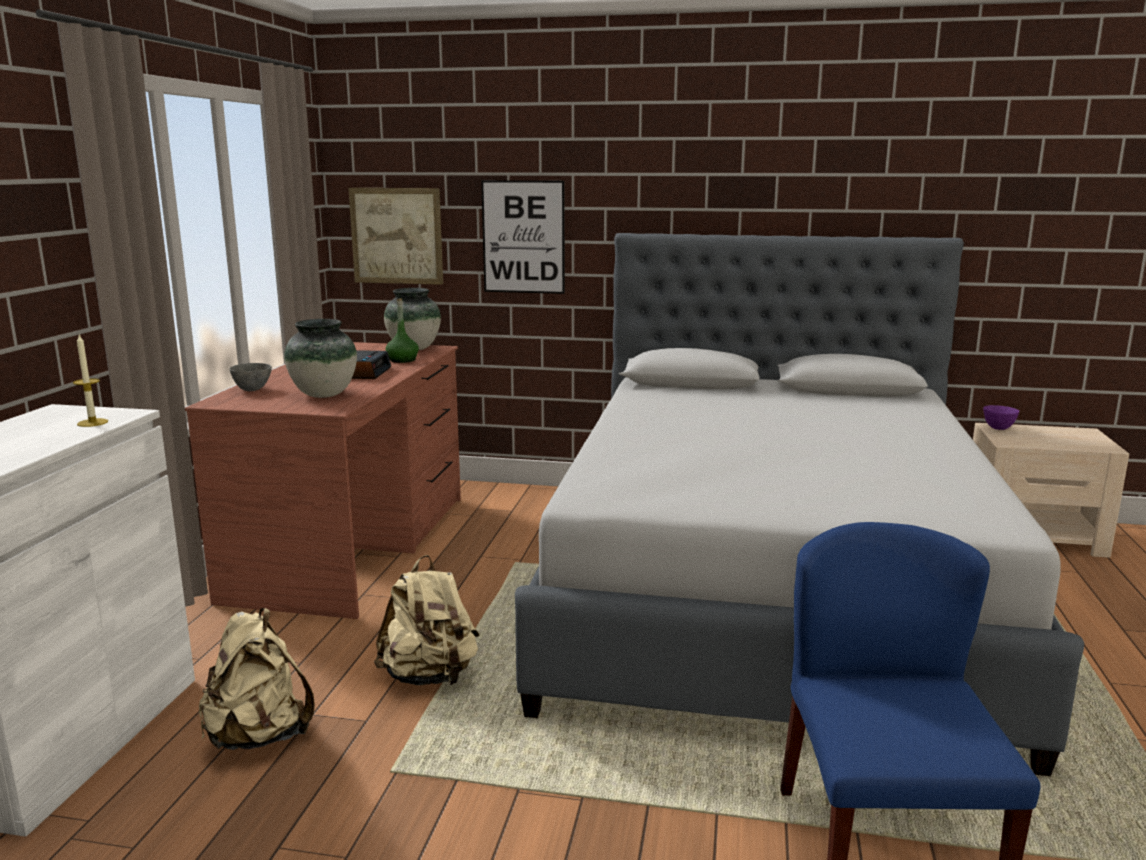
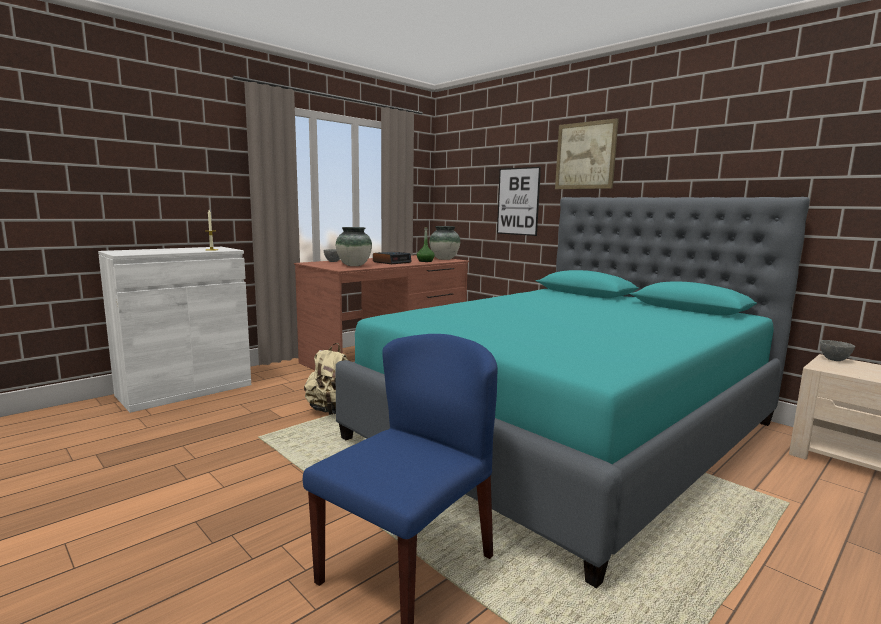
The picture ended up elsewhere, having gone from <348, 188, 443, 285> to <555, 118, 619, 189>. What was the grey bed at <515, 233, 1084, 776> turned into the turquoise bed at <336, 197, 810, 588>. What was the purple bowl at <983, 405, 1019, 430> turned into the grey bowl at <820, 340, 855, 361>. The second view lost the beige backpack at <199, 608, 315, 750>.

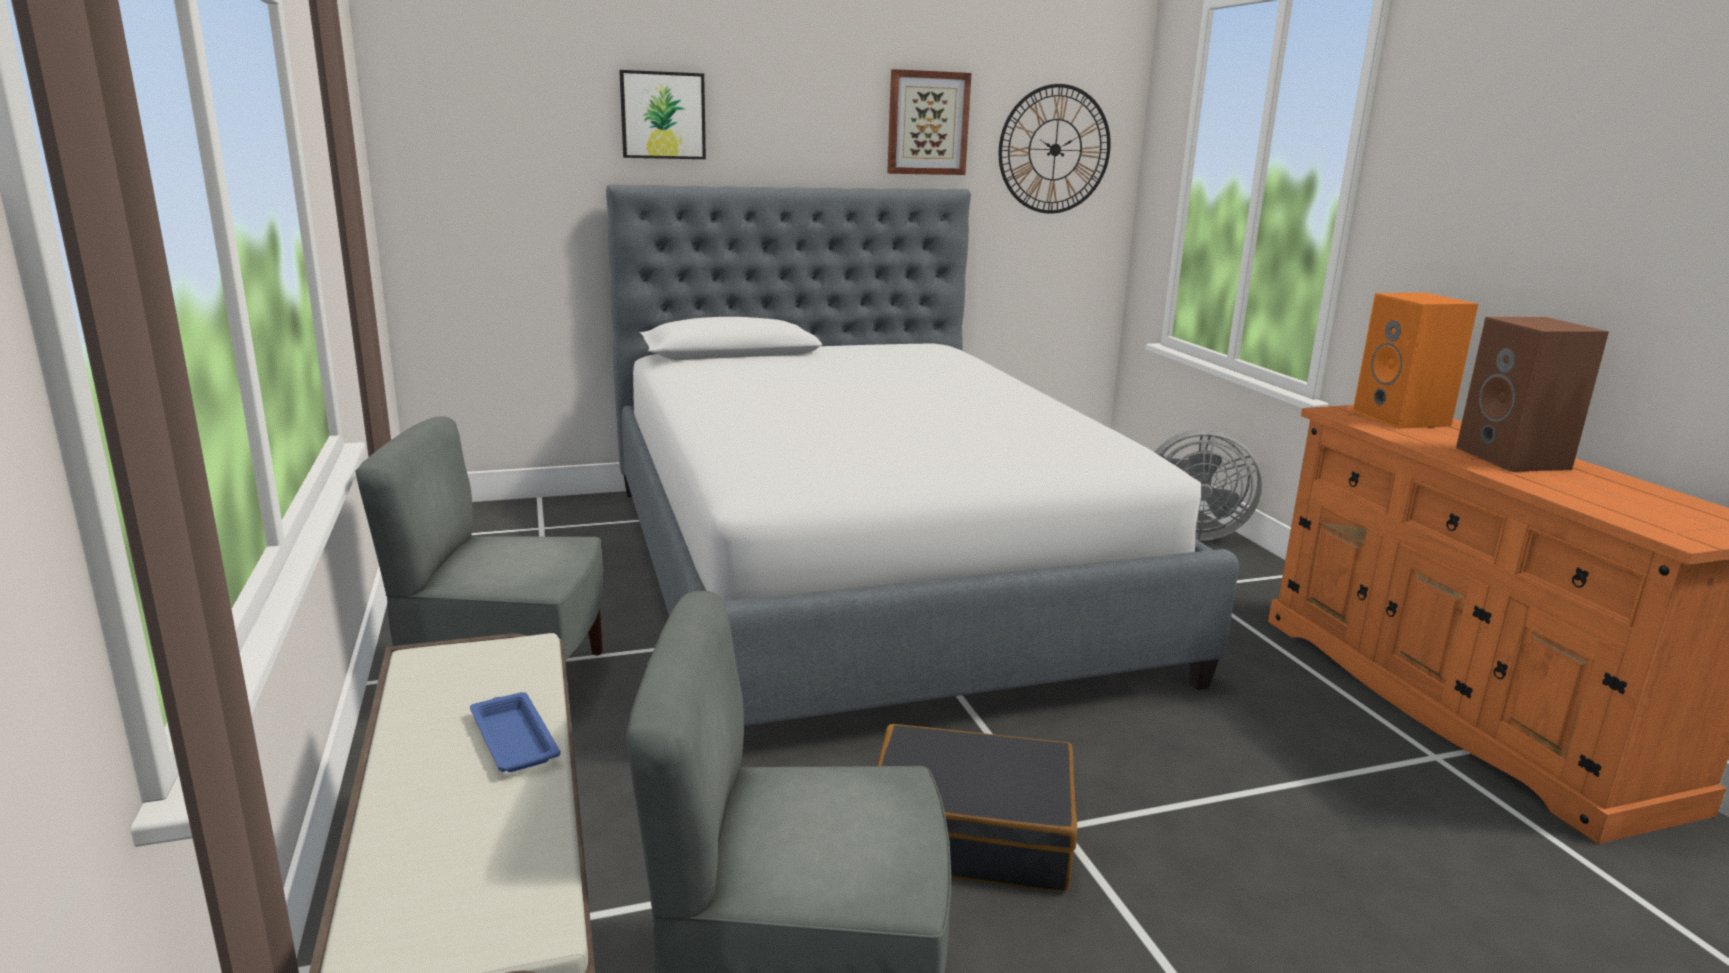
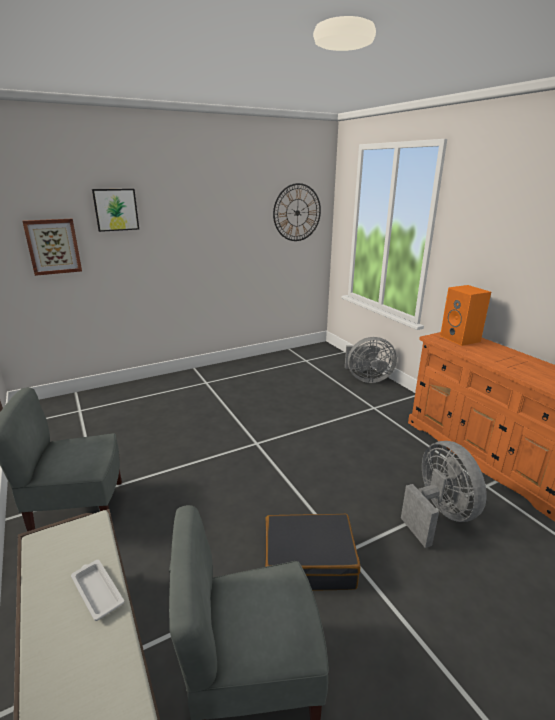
The picture ended up elsewhere, having gone from <887, 69, 972, 175> to <22, 219, 82, 276>. The second view lost the bed at <606, 184, 1239, 726>. The second view lost the brown speaker at <1456, 317, 1609, 471>. What was the blue tray at <470, 692, 561, 772> turned into the white tray at <71, 560, 124, 621>. The second view gained the grey fan at <401, 441, 487, 548>.

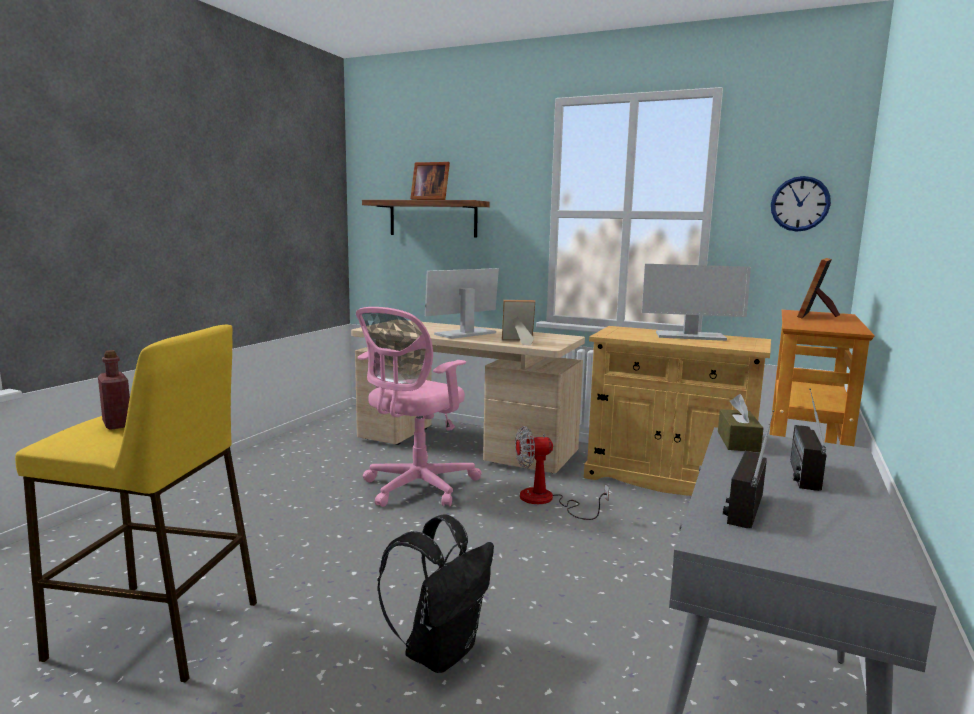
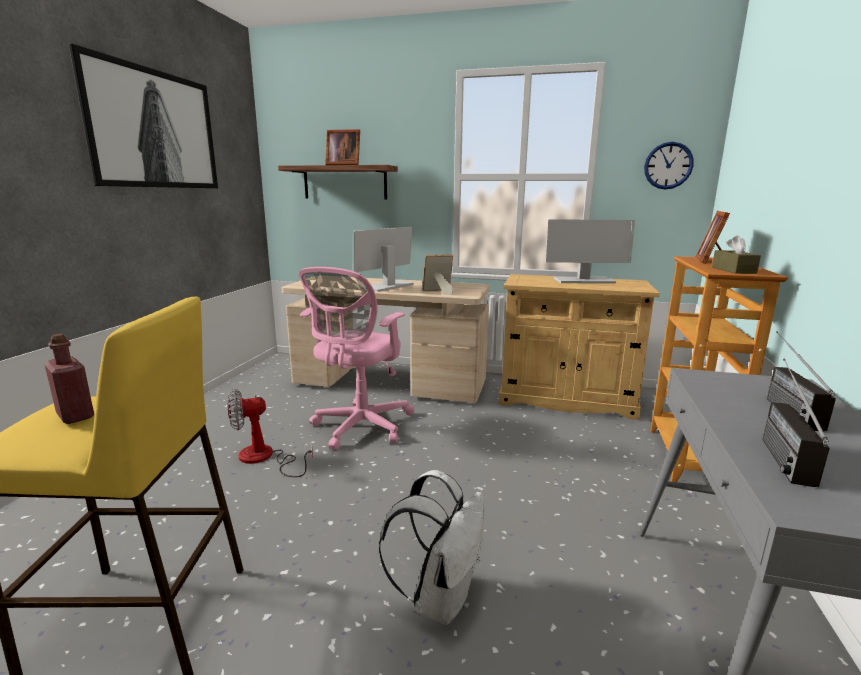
The brown tissue box ended up elsewhere, having gone from <718, 394, 764, 452> to <712, 235, 761, 274>. The fan ended up elsewhere, having gone from <515, 426, 609, 520> to <227, 389, 313, 477>. What was the black backpack at <377, 514, 494, 673> turned into the white backpack at <379, 470, 485, 625>. The second view gained the picture at <68, 43, 218, 188>.

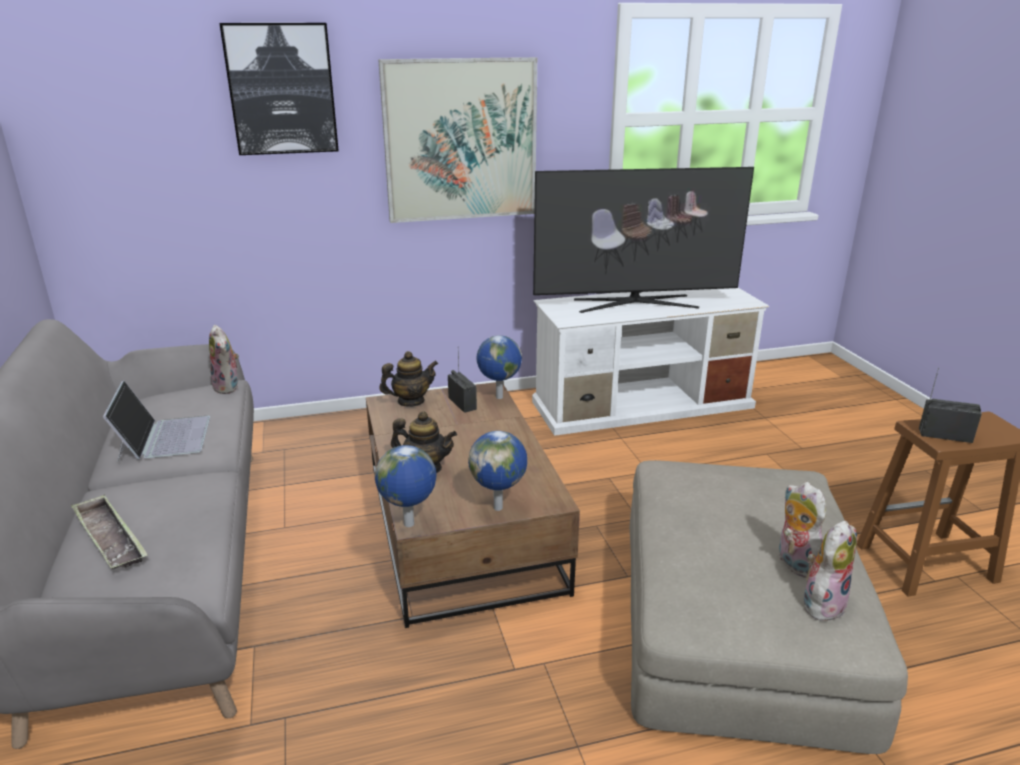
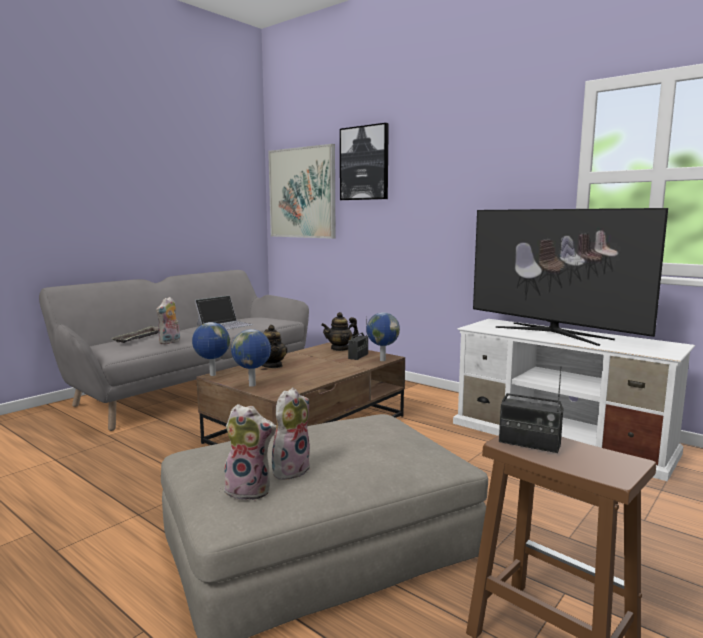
The picture ended up elsewhere, having gone from <378, 57, 537, 223> to <268, 144, 335, 239>. The plush toy ended up elsewhere, having gone from <209, 325, 239, 394> to <156, 297, 180, 345>. The teapot at <379, 351, 438, 407> ended up facing another way, 120 degrees clockwise from before. The radio at <919, 368, 982, 443> ended up facing another way, 135 degrees clockwise from before.

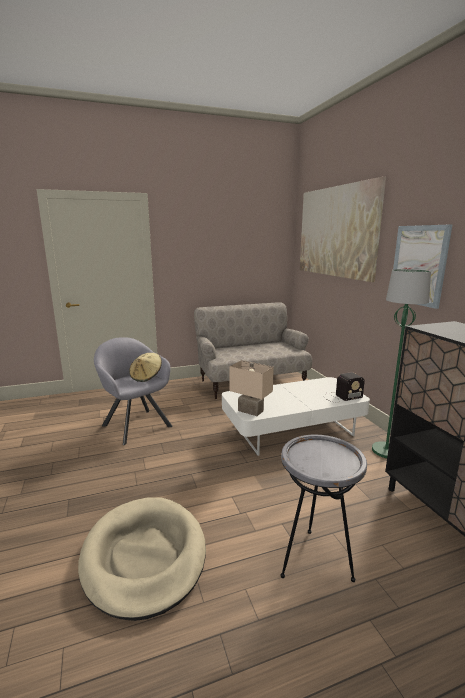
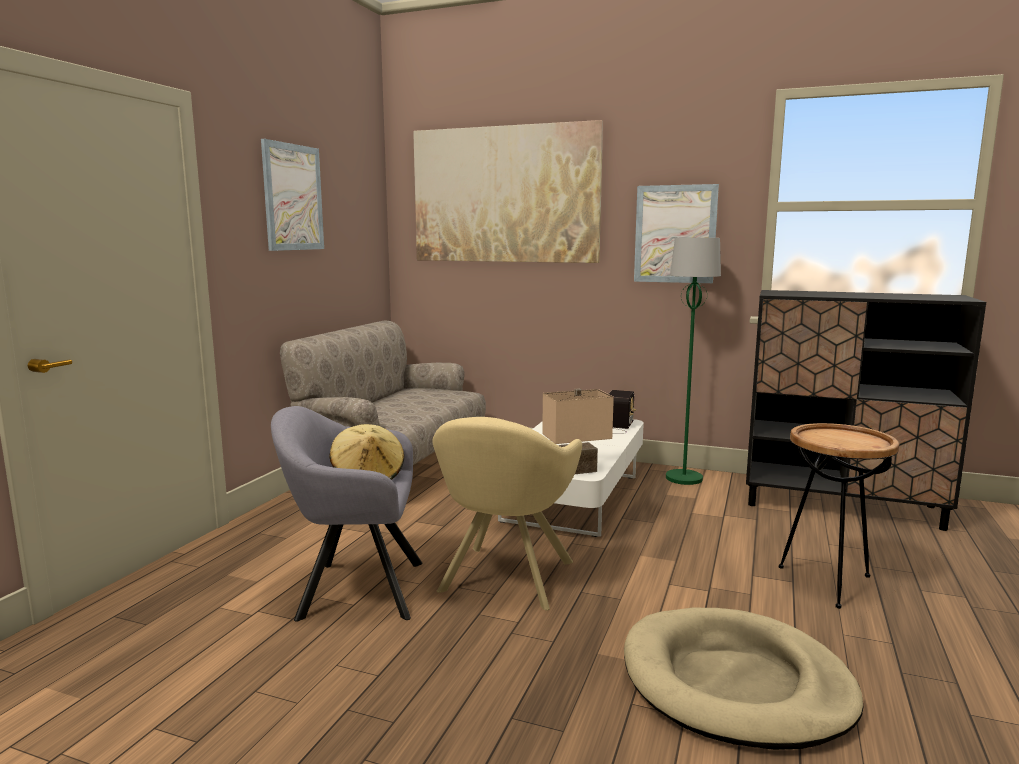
What was the grey side table at <281, 435, 367, 582> turned into the brown side table at <779, 423, 899, 609>. The second view gained the picture at <261, 139, 324, 251>. The second view gained the beige armchair at <432, 417, 582, 611>.

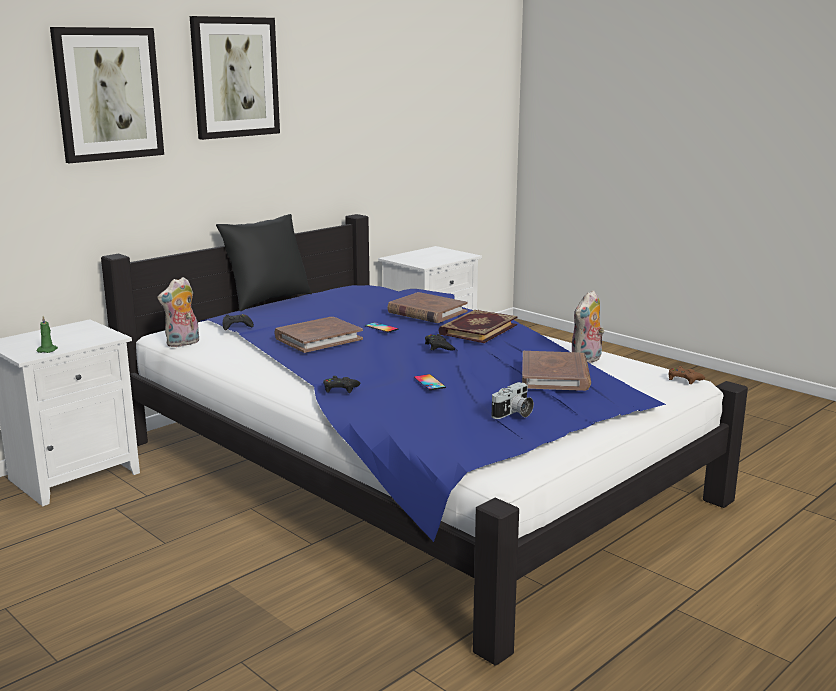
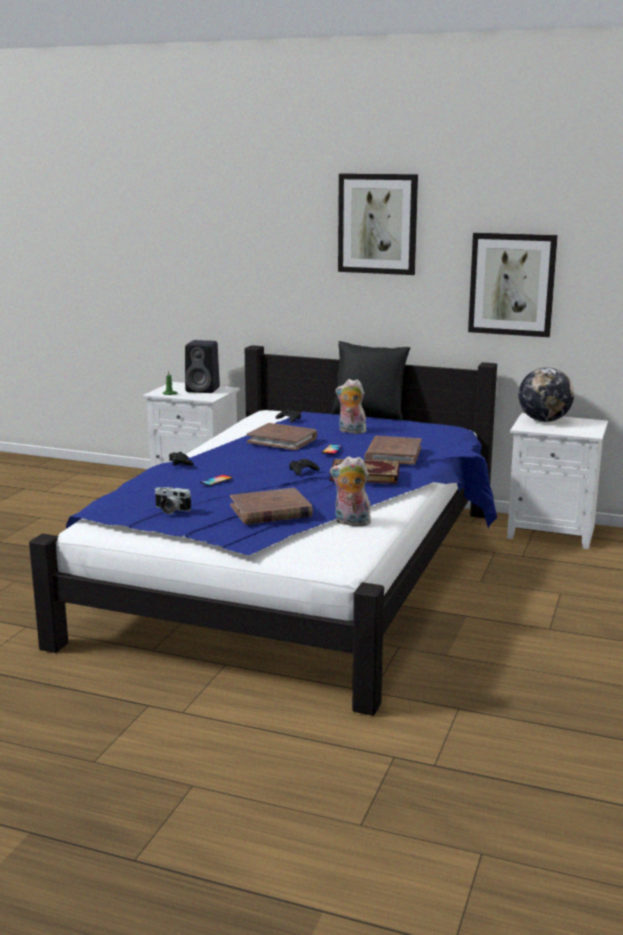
The picture ended up elsewhere, having gone from <50, 27, 164, 163> to <468, 233, 558, 337>. The plush toy ended up elsewhere, having gone from <157, 277, 199, 347> to <336, 379, 366, 434>. The second view lost the brown game controller at <669, 366, 705, 384>. The second view gained the black speaker at <185, 340, 220, 393>. The second view gained the globe at <519, 367, 574, 422>.

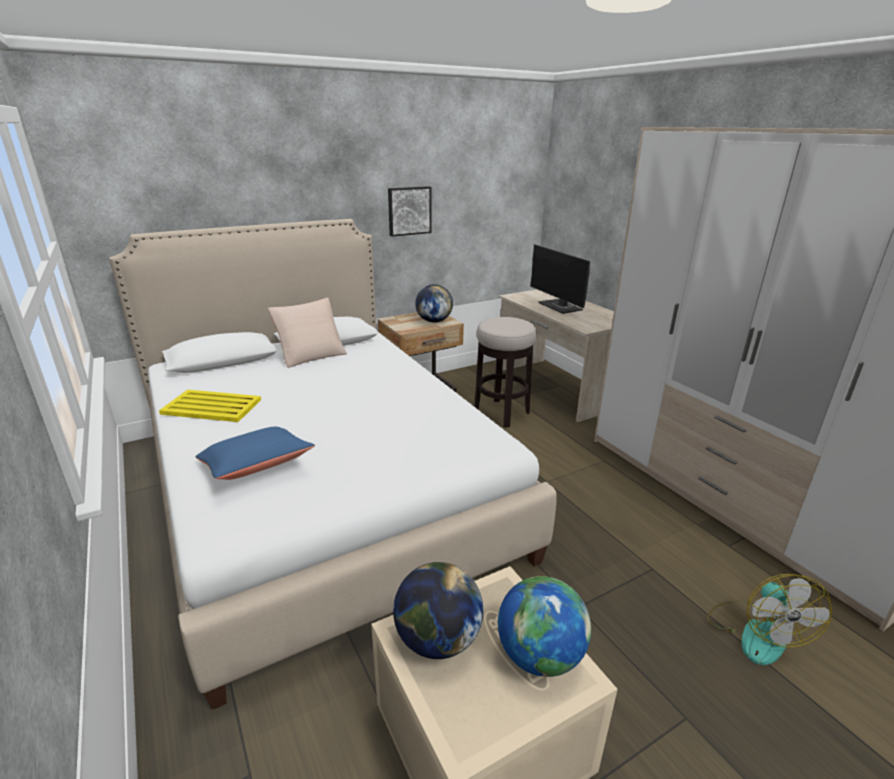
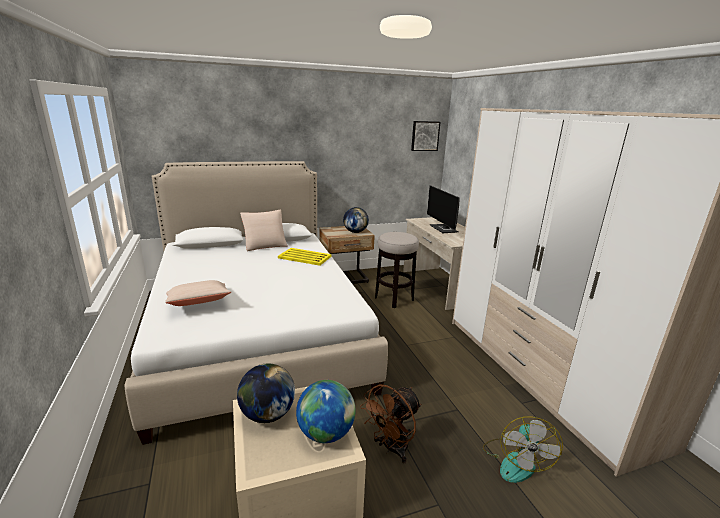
The picture ended up elsewhere, having gone from <388, 186, 432, 237> to <411, 121, 441, 151>. The yellow tray ended up elsewhere, having gone from <159, 390, 261, 422> to <278, 248, 331, 266>. What was the blue pillow at <195, 427, 315, 480> turned into the beige pillow at <165, 280, 231, 306>. The second view gained the brown fan at <360, 384, 421, 463>.

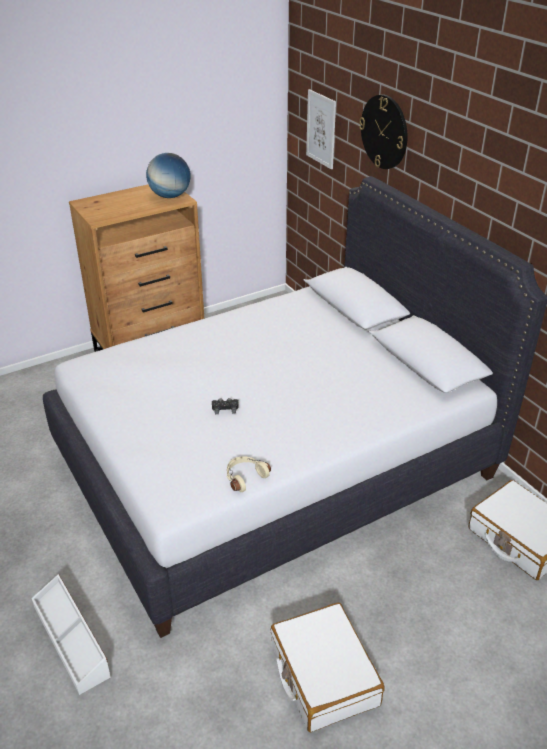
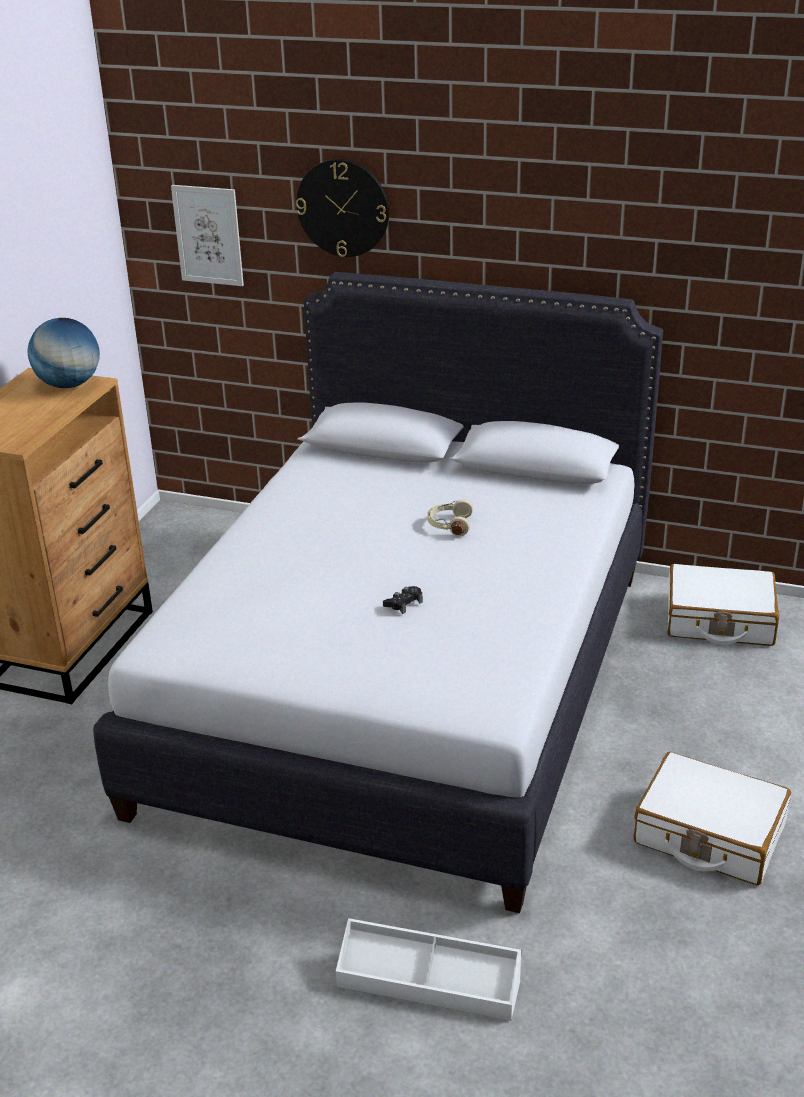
The beige headphones ended up elsewhere, having gone from <227, 456, 271, 492> to <427, 500, 473, 536>.

